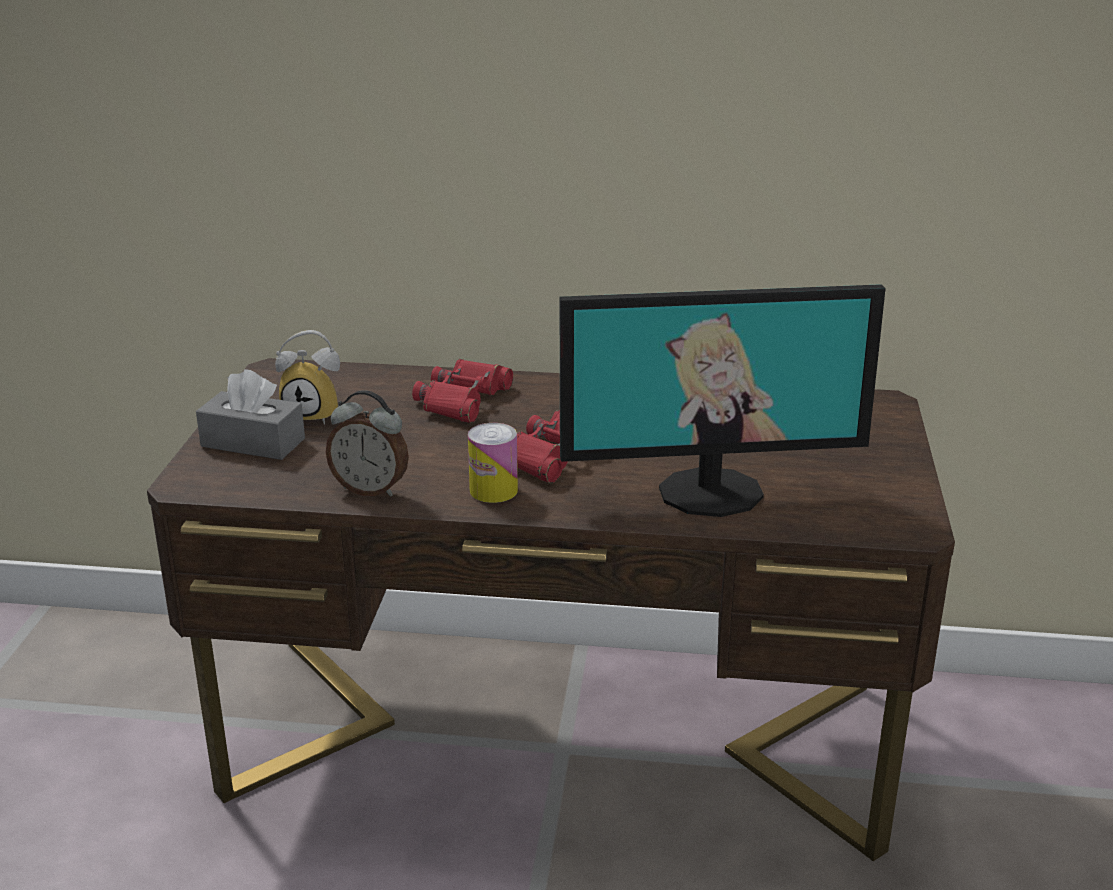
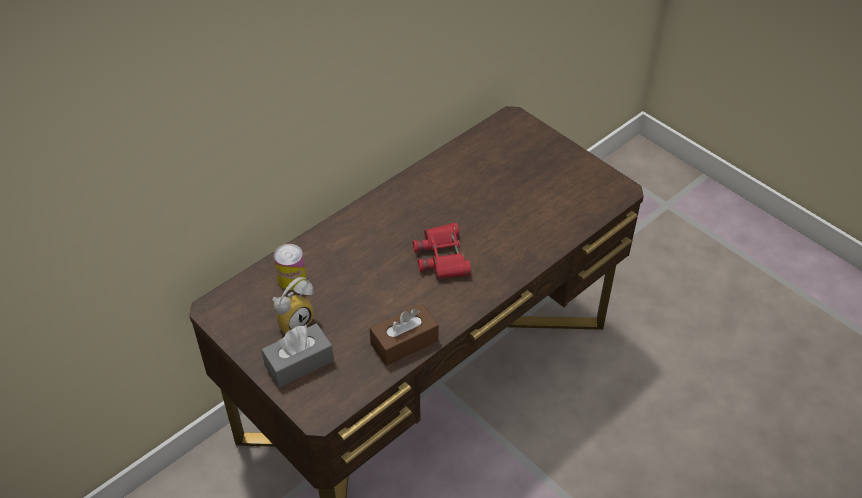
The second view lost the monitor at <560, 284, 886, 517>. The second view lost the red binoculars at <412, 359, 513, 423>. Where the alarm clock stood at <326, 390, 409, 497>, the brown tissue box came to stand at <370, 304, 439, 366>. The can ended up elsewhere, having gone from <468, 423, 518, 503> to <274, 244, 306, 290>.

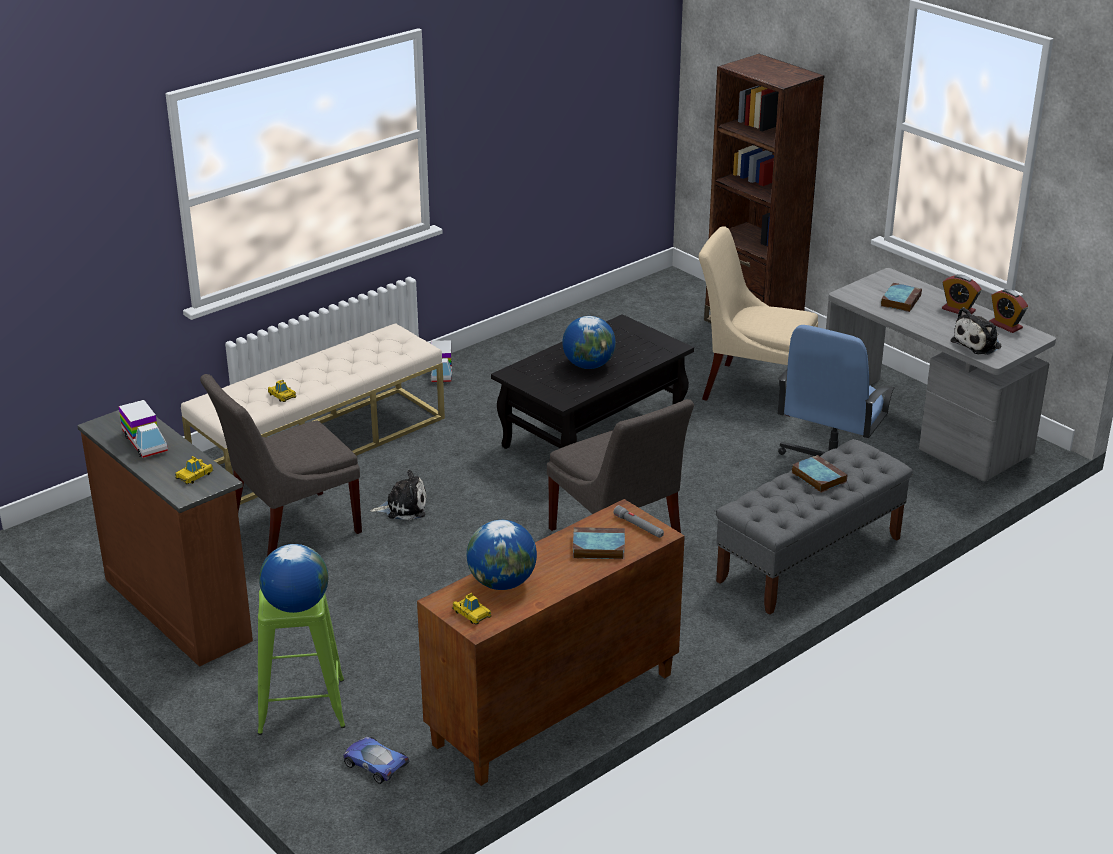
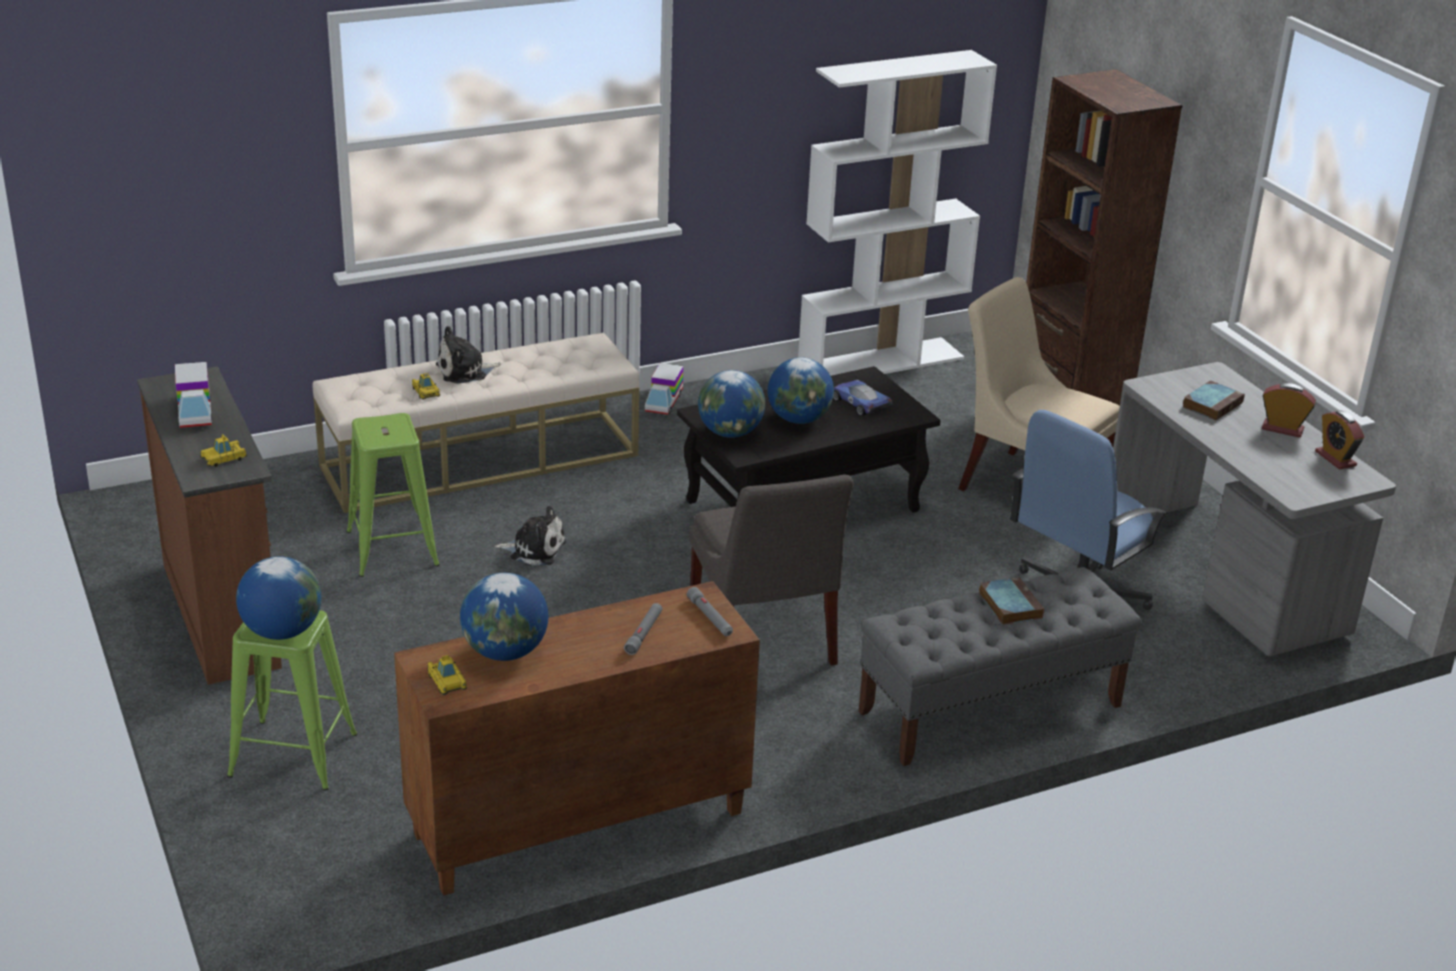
The alarm clock at <942, 274, 981, 314> ended up facing another way, 150 degrees clockwise from before. The plush toy ended up elsewhere, having gone from <950, 307, 1002, 355> to <436, 326, 501, 384>. Where the grey chair stood at <200, 374, 362, 556>, the green stool came to stand at <346, 413, 440, 577>. Where the book stood at <573, 527, 625, 559>, the grey flashlight came to stand at <624, 603, 662, 655>. The toy car ended up elsewhere, having gone from <343, 737, 410, 784> to <833, 380, 893, 416>. The second view gained the white bookcase at <798, 50, 997, 376>. The second view gained the globe at <698, 370, 765, 438>.

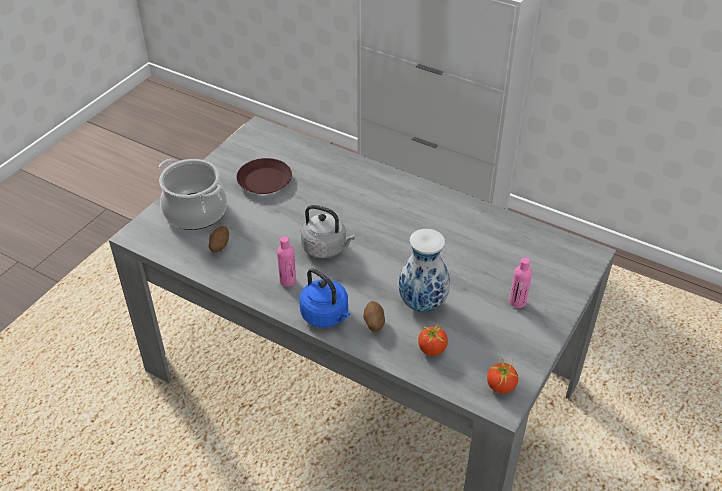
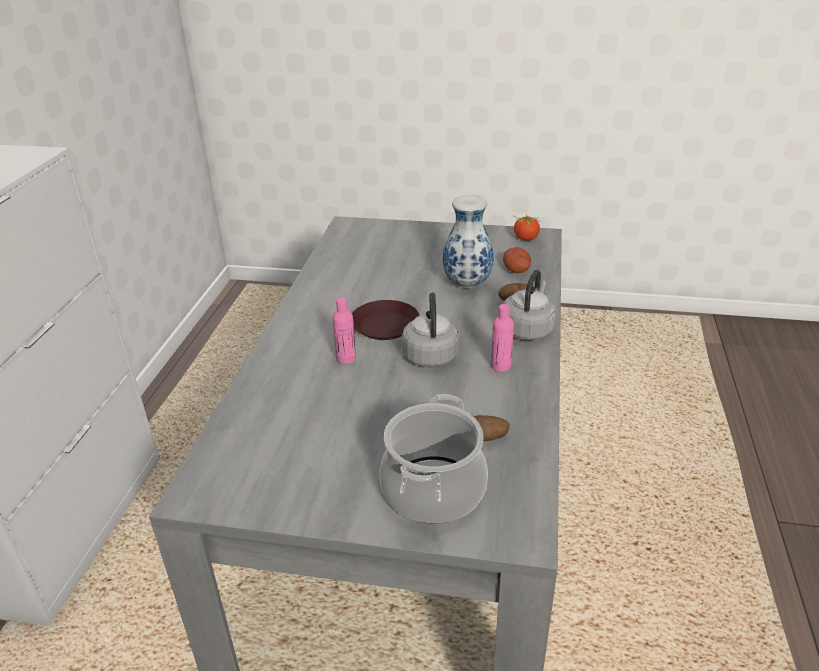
The brown plate ended up elsewhere, having gone from <236, 158, 292, 194> to <352, 300, 420, 340>. The pink bottle ended up elsewhere, having gone from <509, 258, 532, 308> to <333, 297, 356, 364>. What was the blue kettle at <299, 268, 350, 327> turned into the grey kettle at <503, 270, 556, 340>. Where the tomato stood at <418, 323, 448, 356>, the potato came to stand at <503, 247, 531, 273>.

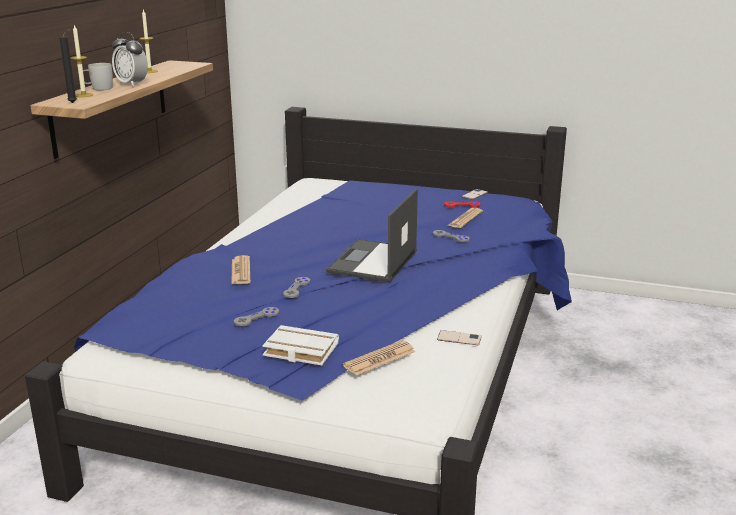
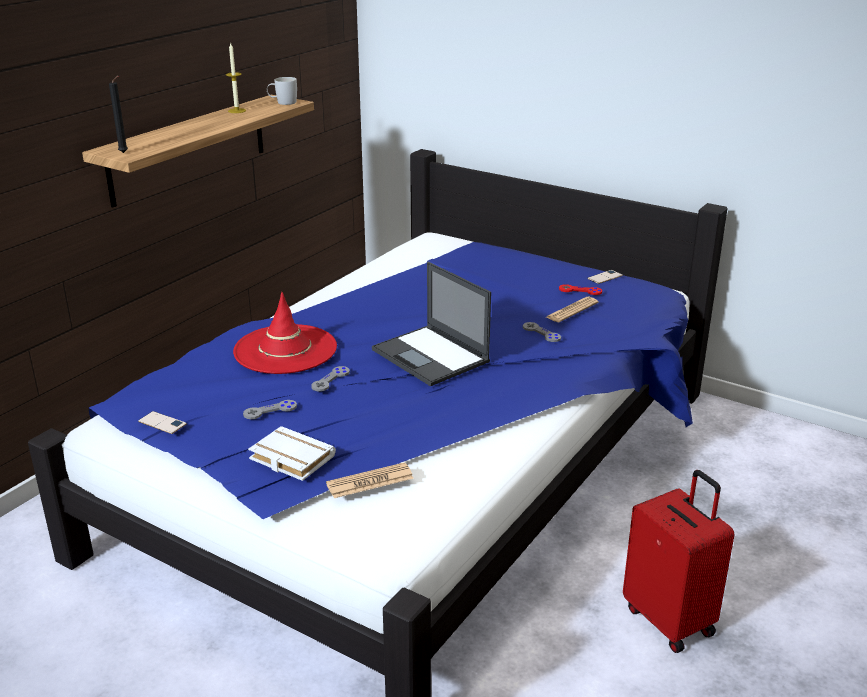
The second view lost the candle at <71, 24, 93, 97>. The second view lost the alarm clock at <112, 32, 148, 87>. The white mug ended up elsewhere, having gone from <83, 63, 113, 91> to <267, 77, 297, 105>. The laptop at <326, 188, 418, 282> ended up facing another way, 75 degrees counterclockwise from before. Where the newspaper stood at <231, 255, 251, 285>, the red hat came to stand at <233, 292, 337, 374>. The phone ended up elsewhere, having gone from <437, 330, 482, 345> to <138, 411, 187, 434>. The second view gained the red suitcase at <623, 470, 734, 653>.

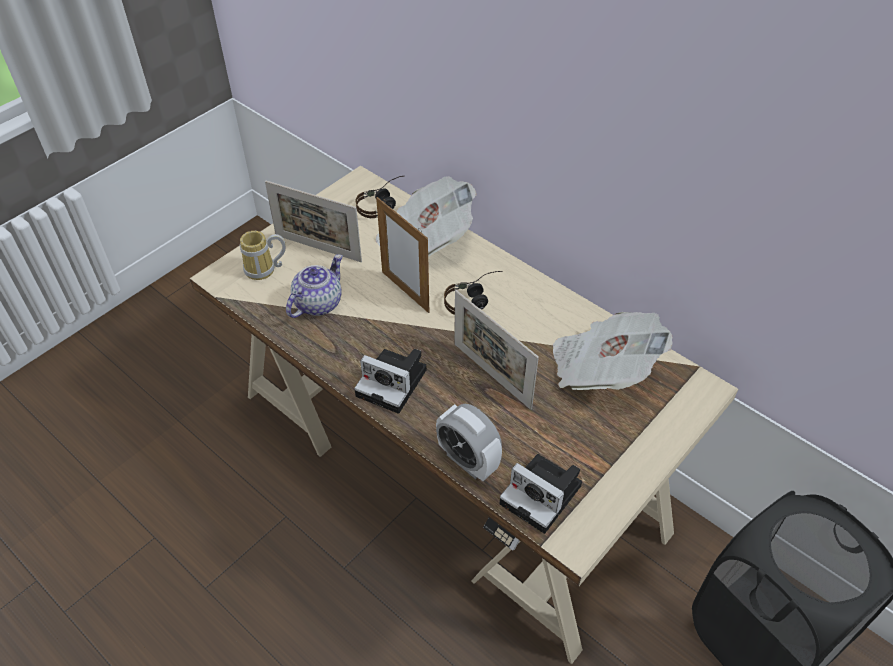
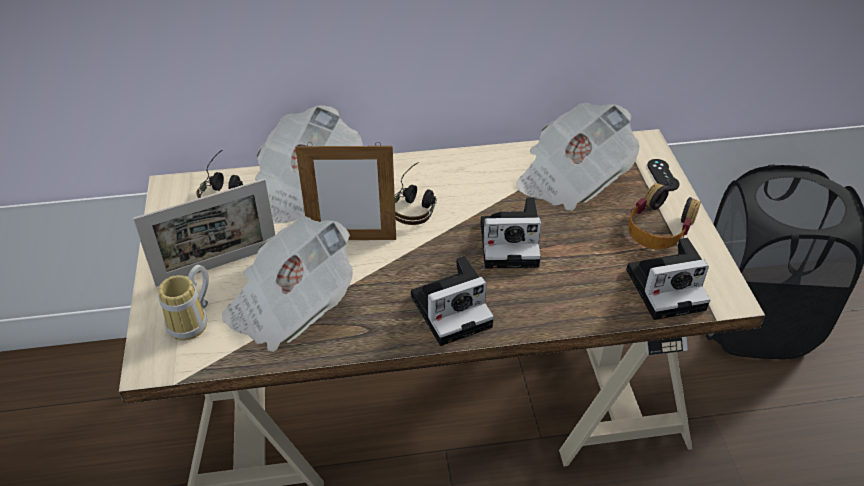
Where the teapot stood at <286, 254, 343, 318>, the newspaper came to stand at <222, 216, 353, 352>. Where the picture frame stood at <454, 290, 539, 410>, the photo camera came to stand at <481, 197, 541, 269>. The second view lost the alarm clock at <436, 404, 502, 481>. The second view gained the black game controller at <647, 159, 680, 191>. The second view gained the headphones at <628, 183, 701, 249>.

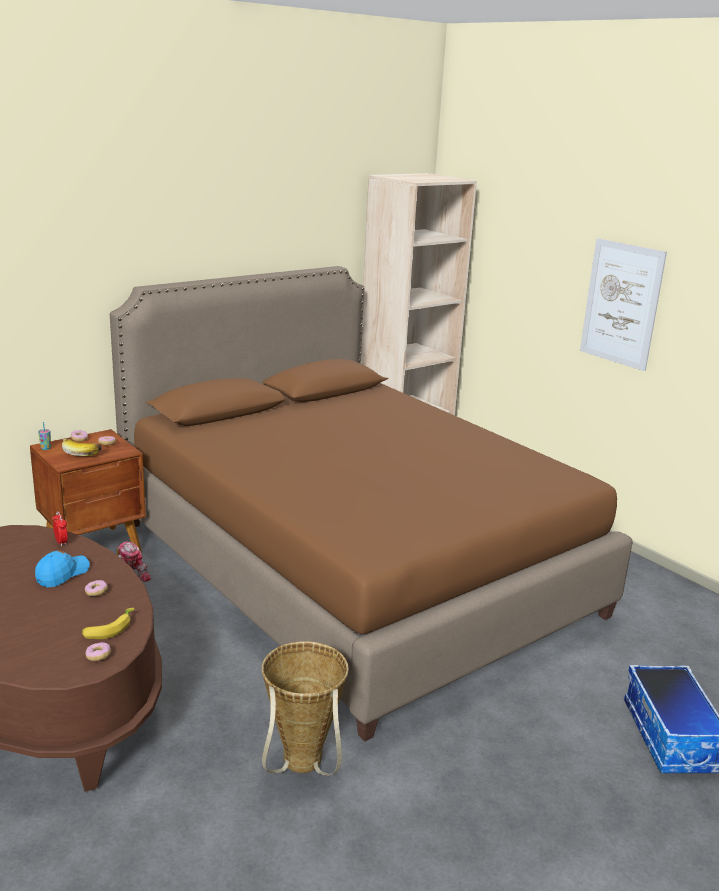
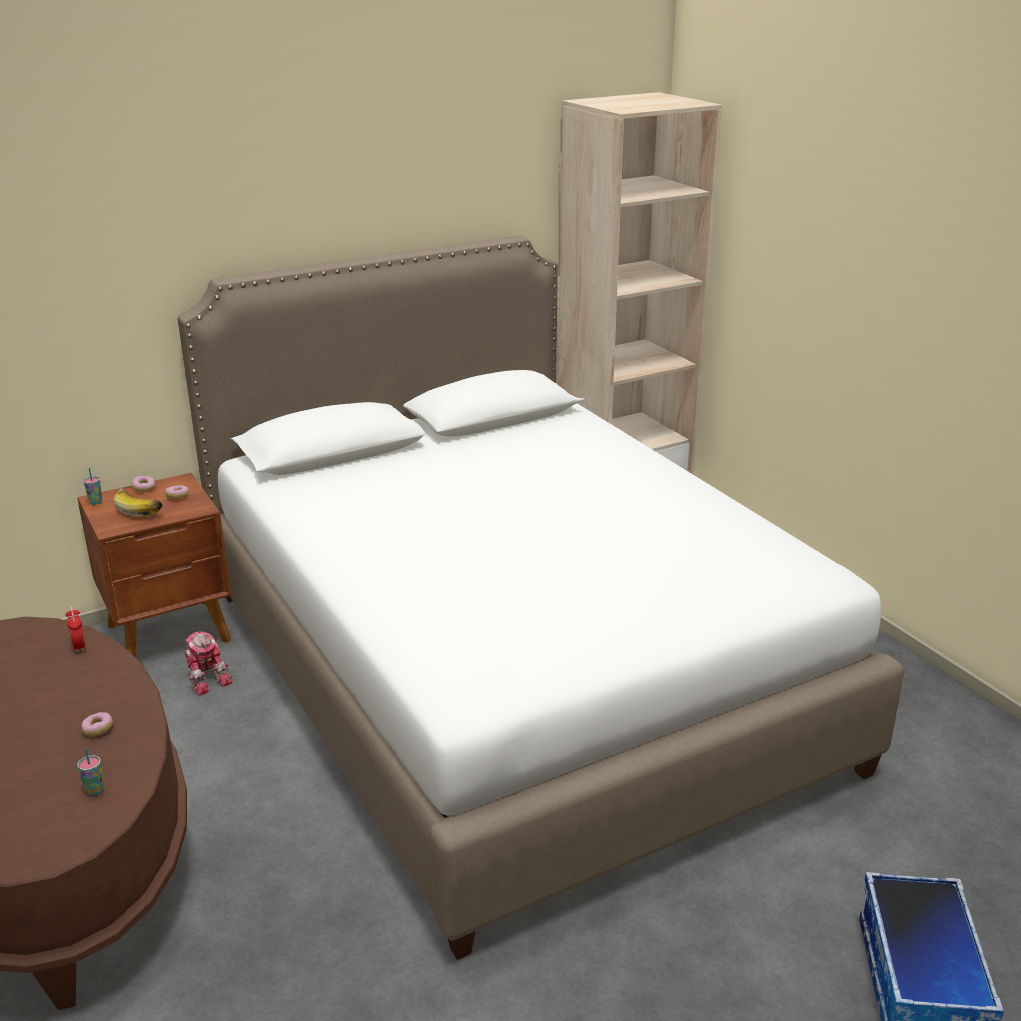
The second view lost the picture at <580, 238, 667, 371>. What was the brown bed at <110, 266, 633, 741> turned into the white bed at <178, 236, 904, 960>. The second view lost the blue cap at <35, 550, 90, 587>. Where the banana stood at <82, 608, 135, 639>, the cup came to stand at <77, 748, 104, 796>. The second view lost the basket at <262, 641, 349, 776>. The second view lost the donut at <86, 642, 111, 661>.

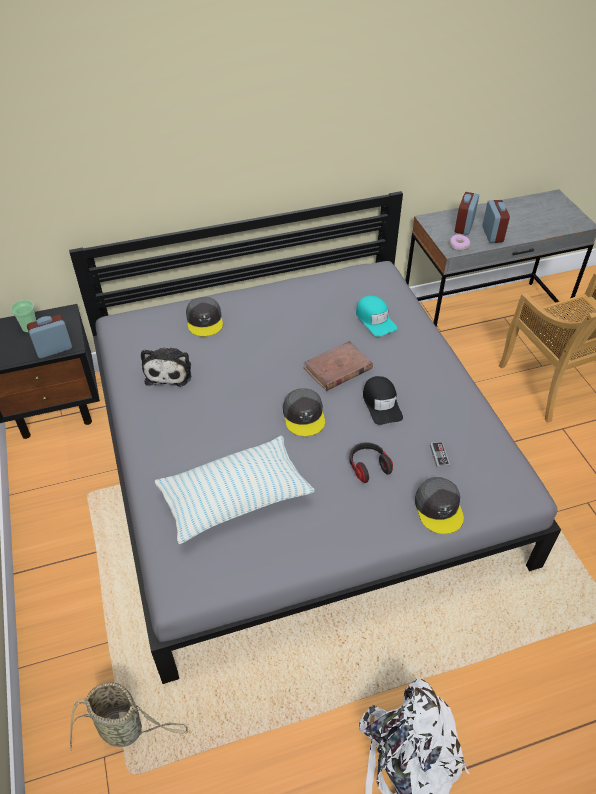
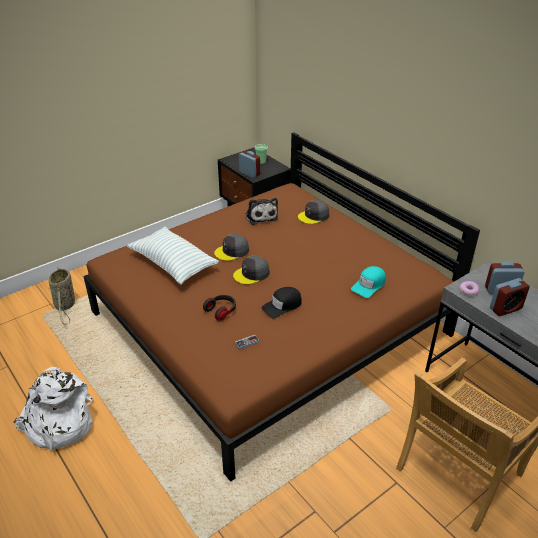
What was the grey bed at <69, 191, 561, 684> turned into the brown bed at <83, 132, 480, 482>. The second view lost the brown book at <303, 341, 373, 391>. The plush toy at <141, 348, 191, 387> ended up facing another way, 90 degrees counterclockwise from before. The grey cap ended up elsewhere, having gone from <415, 477, 464, 534> to <214, 234, 249, 261>.

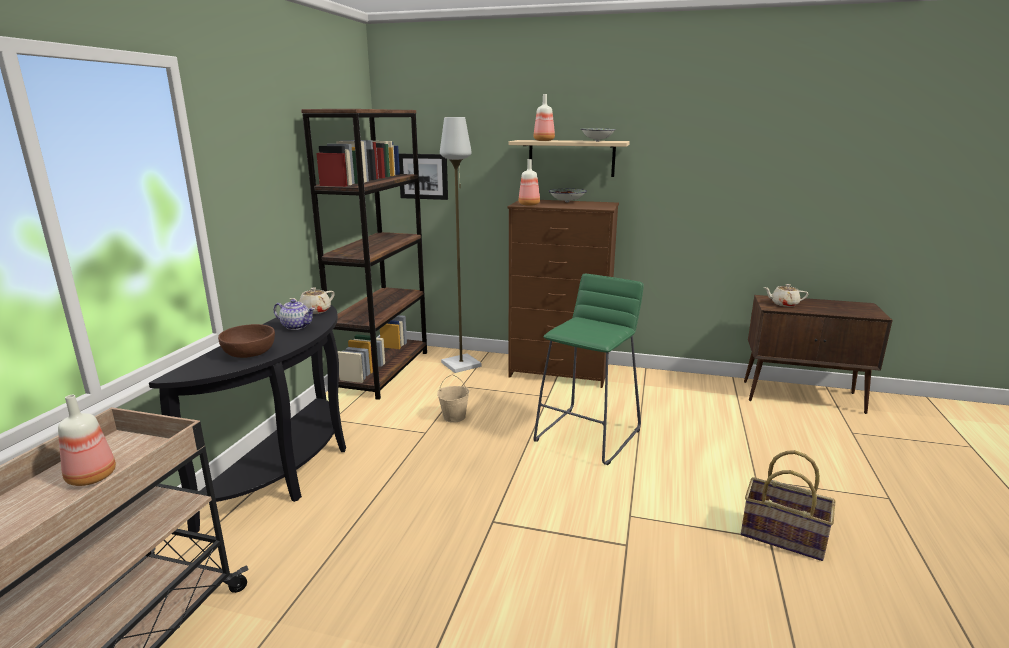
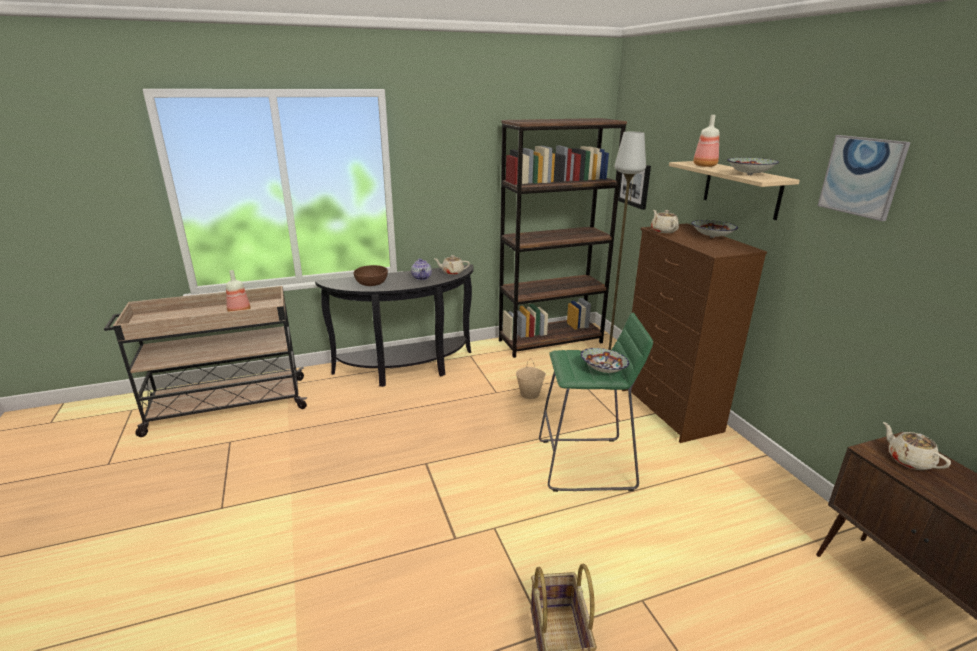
Where the bottle stood at <519, 159, 540, 206>, the beige teapot came to stand at <651, 210, 679, 233>. The second view gained the picture at <818, 135, 910, 221>. The second view gained the bowl at <581, 348, 629, 373>.

